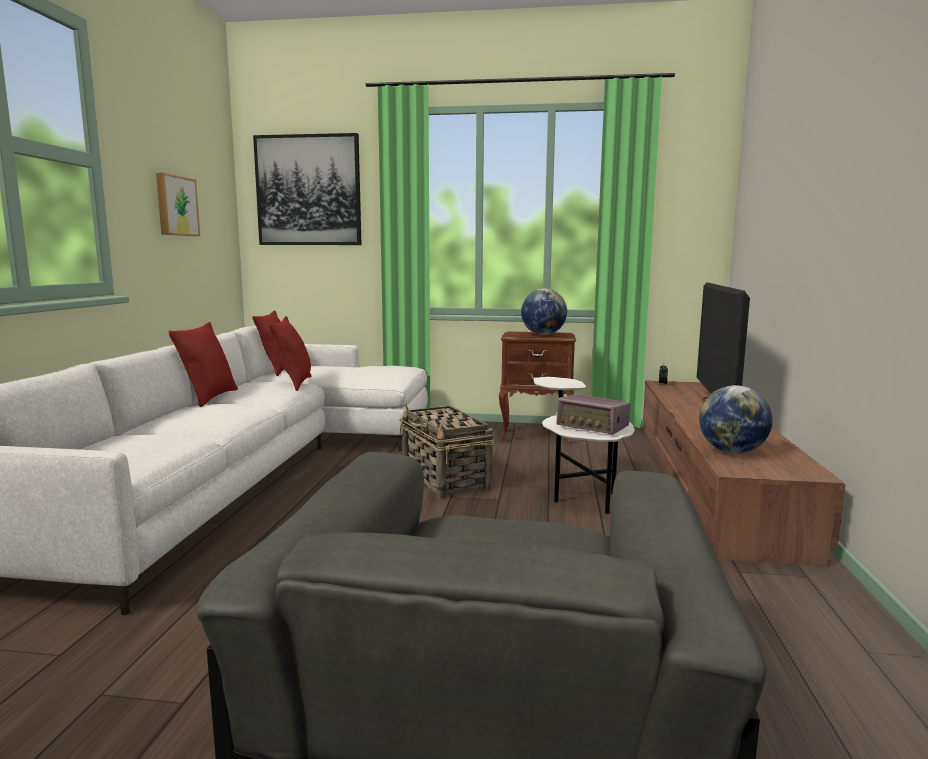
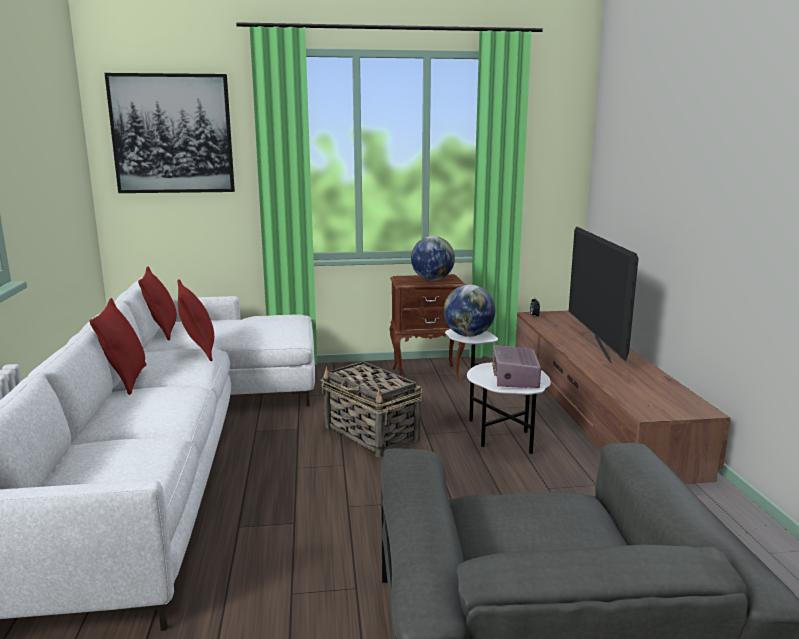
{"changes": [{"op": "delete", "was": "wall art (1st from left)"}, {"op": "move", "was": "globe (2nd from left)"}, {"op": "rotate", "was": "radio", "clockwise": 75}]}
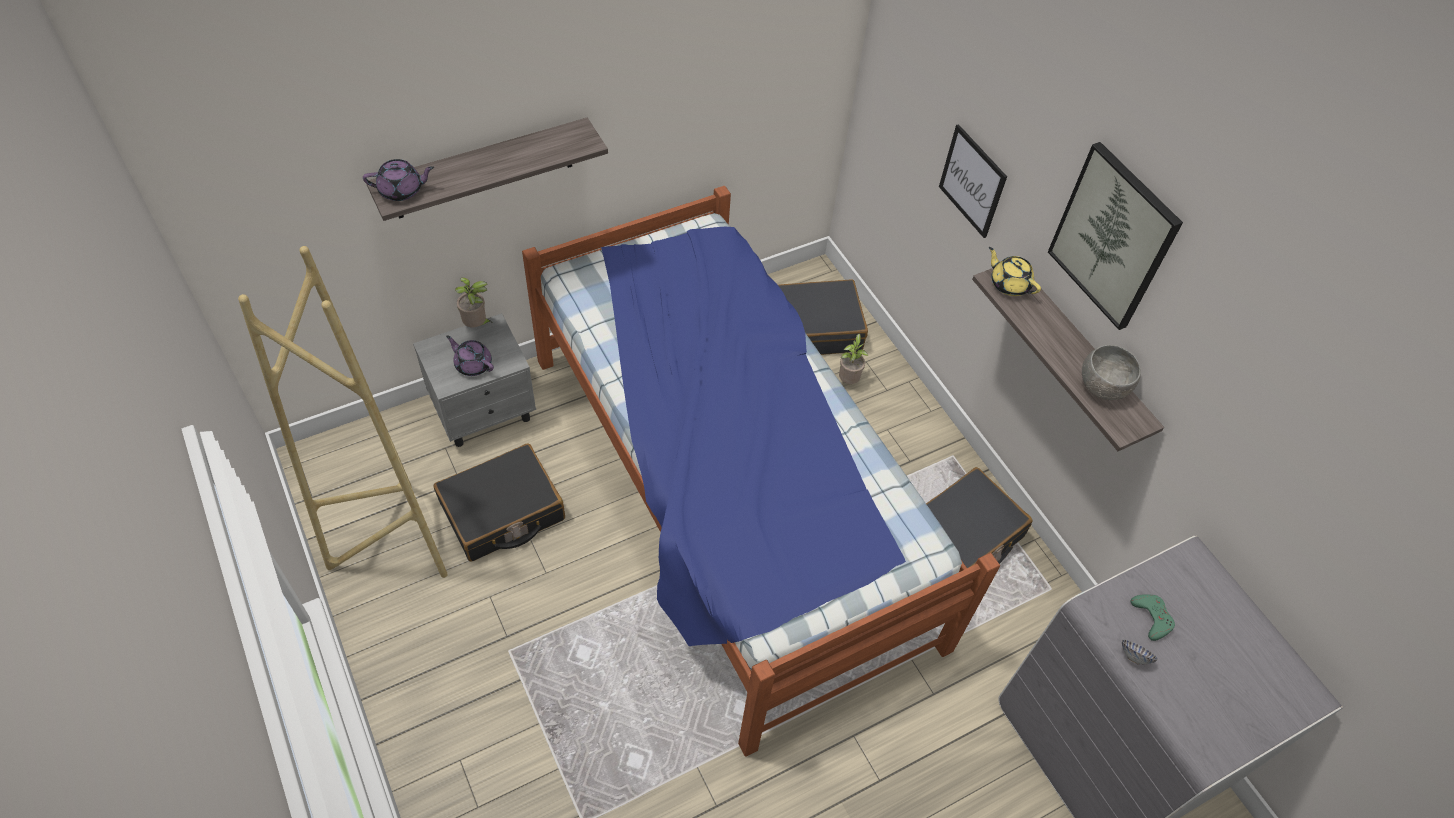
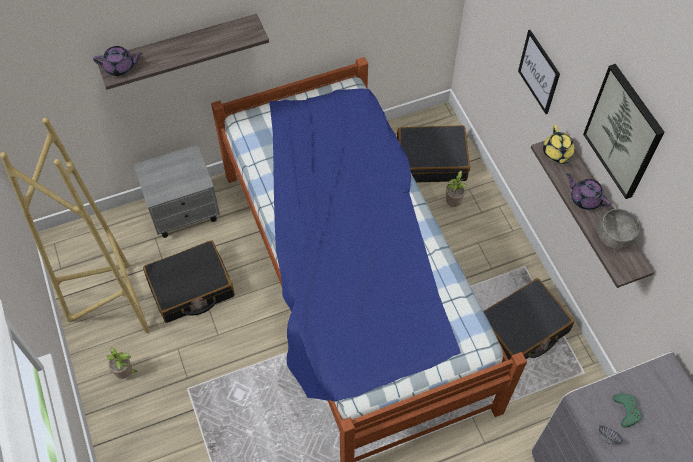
{"changes": [{"op": "rotate", "was": "yellow tea pot", "clockwise": -150}, {"op": "move", "was": "potted plant (1st from left)"}, {"op": "move", "was": "purple-coloured tea pot (2nd from left)"}]}
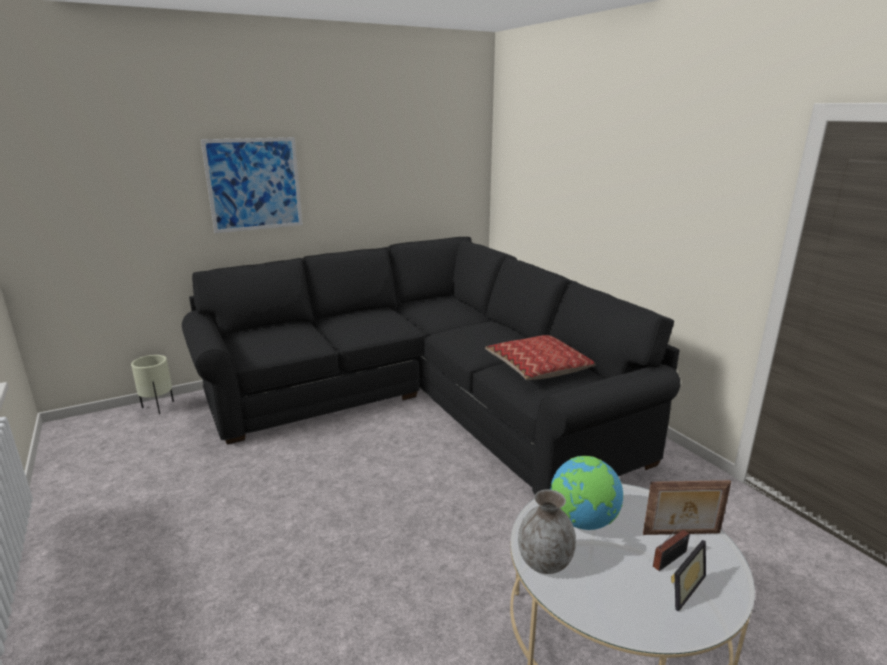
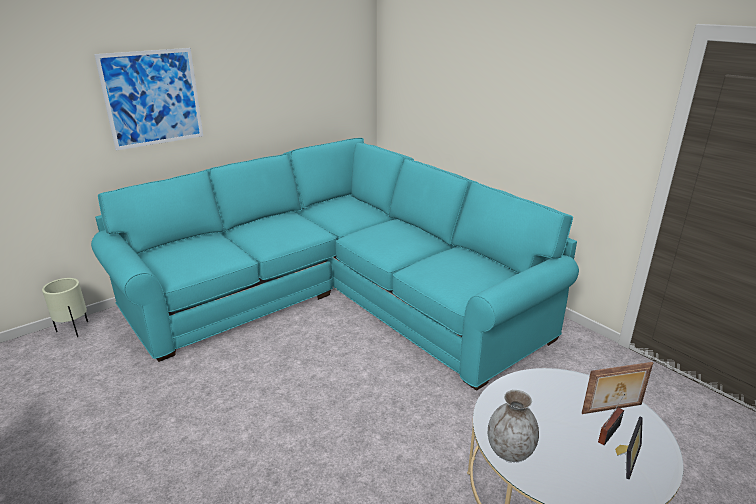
{"changes": [{"op": "recolor", "was": "black-coloured couch", "now": "turquoise-coloured couch"}, {"op": "delete", "was": "throw pillow"}, {"op": "delete", "was": "globe"}]}
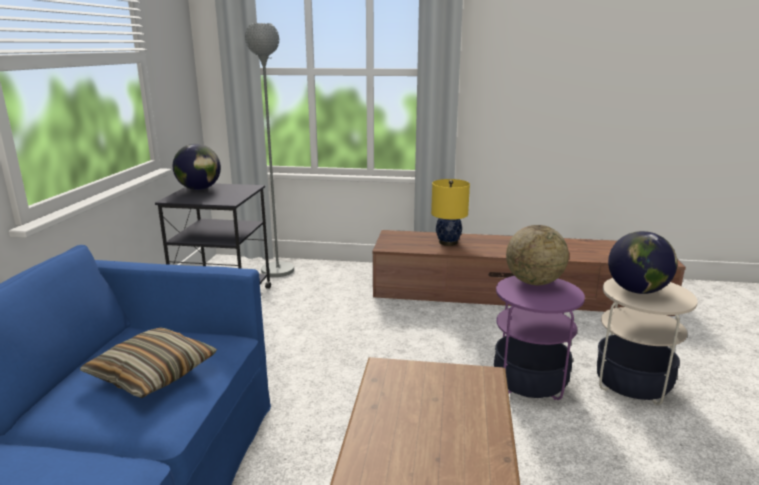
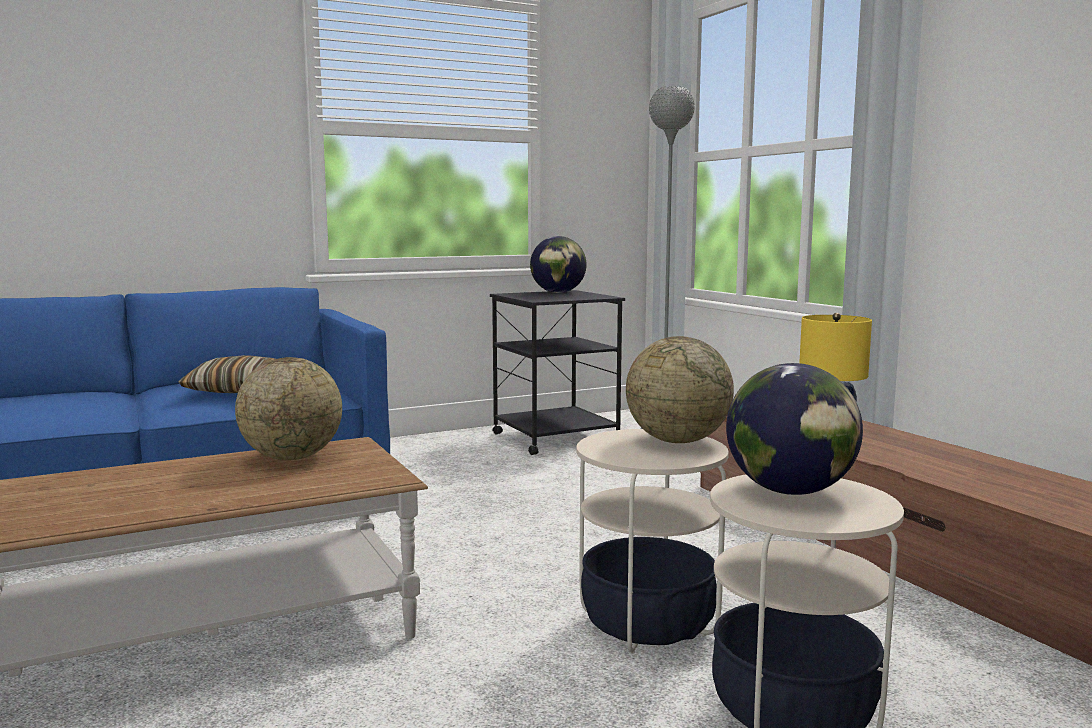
{"changes": [{"op": "recolor", "was": "purple-coloured end table", "now": "beige end table (1st from left)"}, {"op": "insert", "now": "globe (1st from left)"}]}
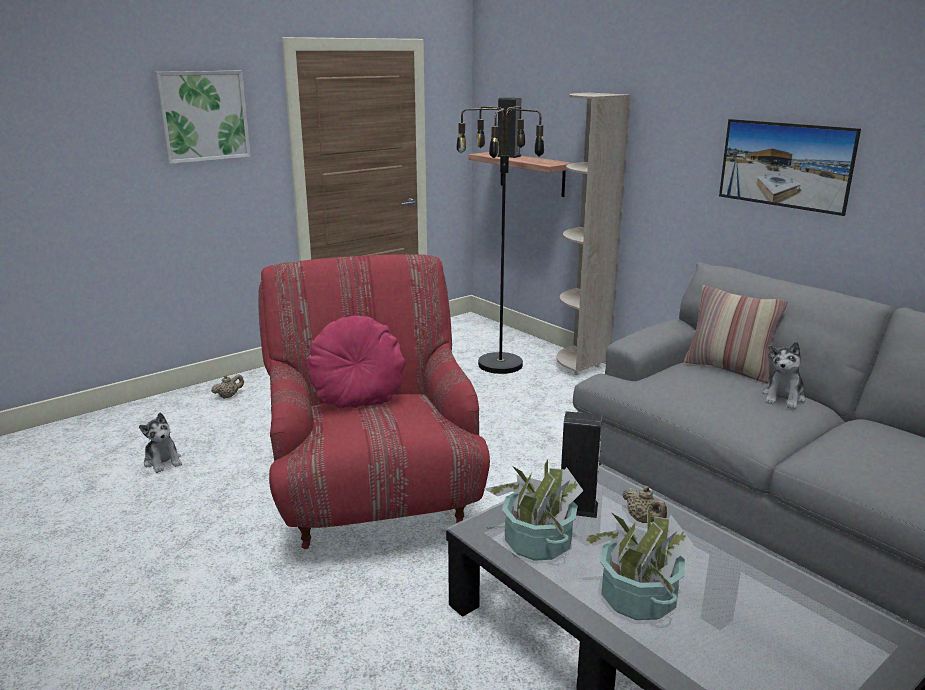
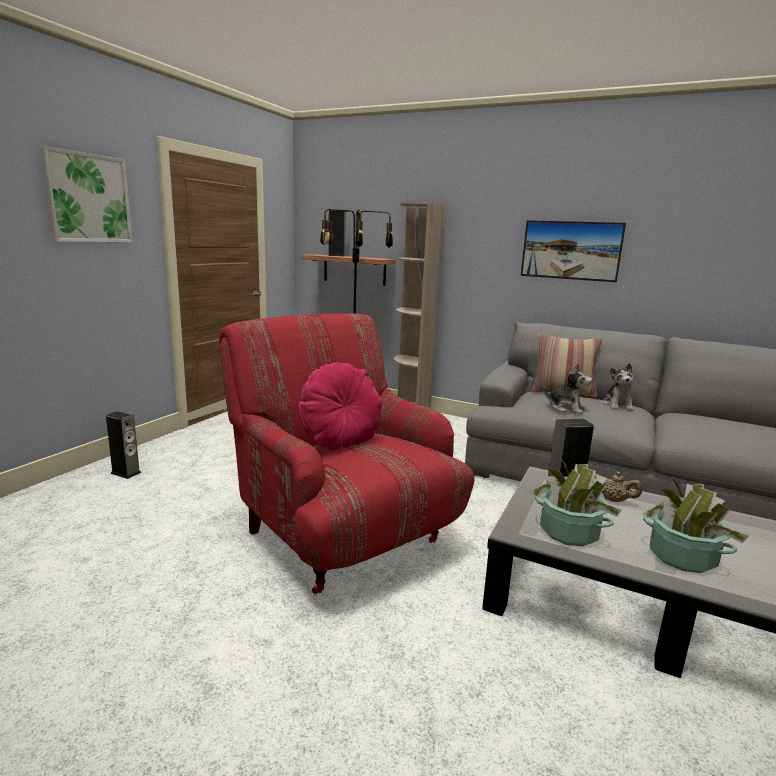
{"changes": [{"op": "replace", "was": "beige tea pot (1st from left)", "now": "loudspeaker (1st from left)"}, {"op": "move", "was": "soft toy (1st from left)"}]}
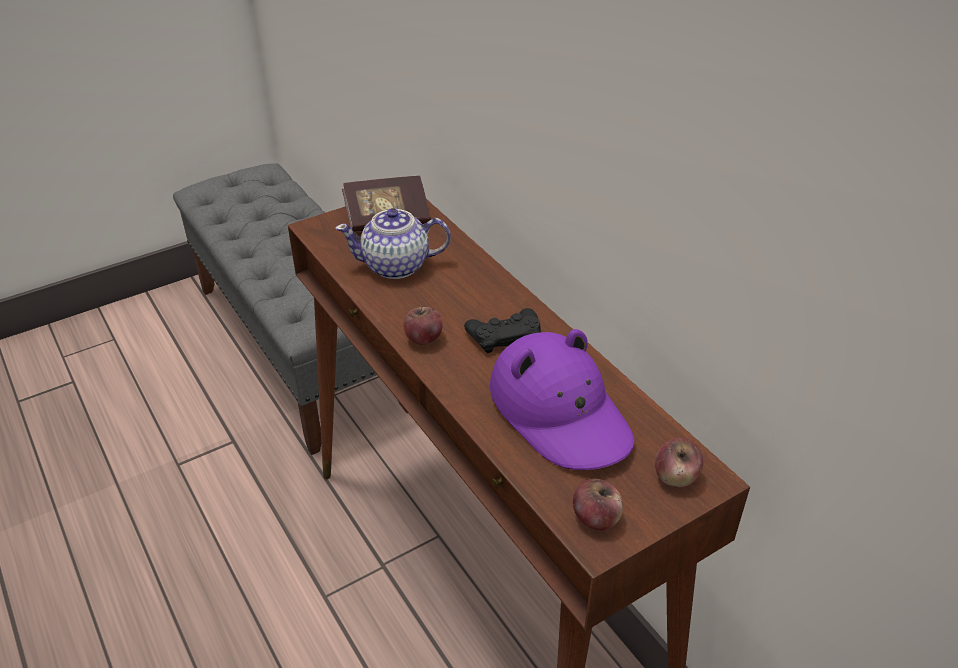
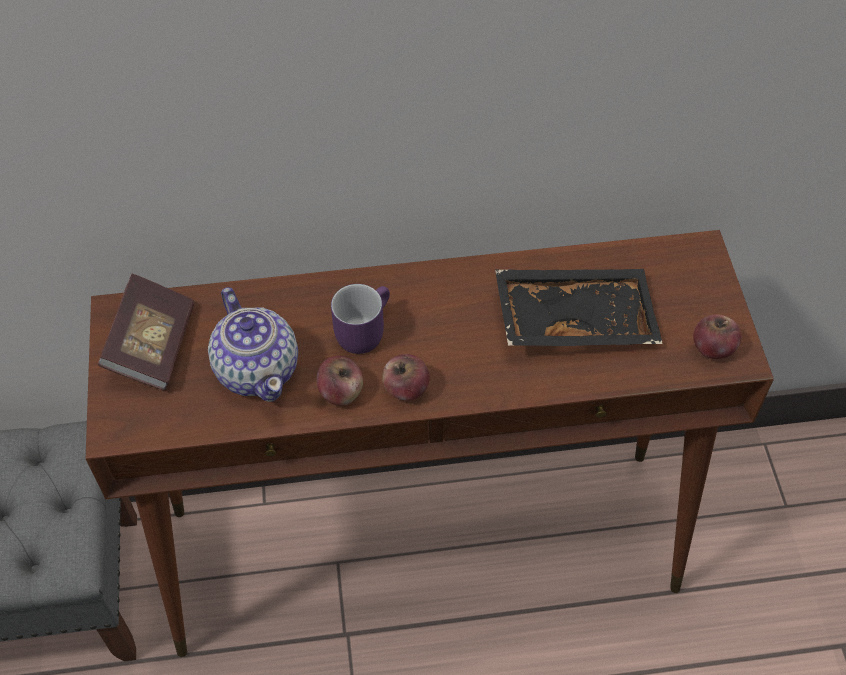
{"changes": [{"op": "rotate", "was": "tea pot", "clockwise": -45}, {"op": "delete", "was": "black-coloured joypad"}, {"op": "replace", "was": "purple-coloured clothing hat", "now": "black-coloured tray"}, {"op": "move", "was": "apple (3rd from left in the first image)", "now": "apple (1st from left)"}, {"op": "insert", "now": "purple-coloured mug"}]}
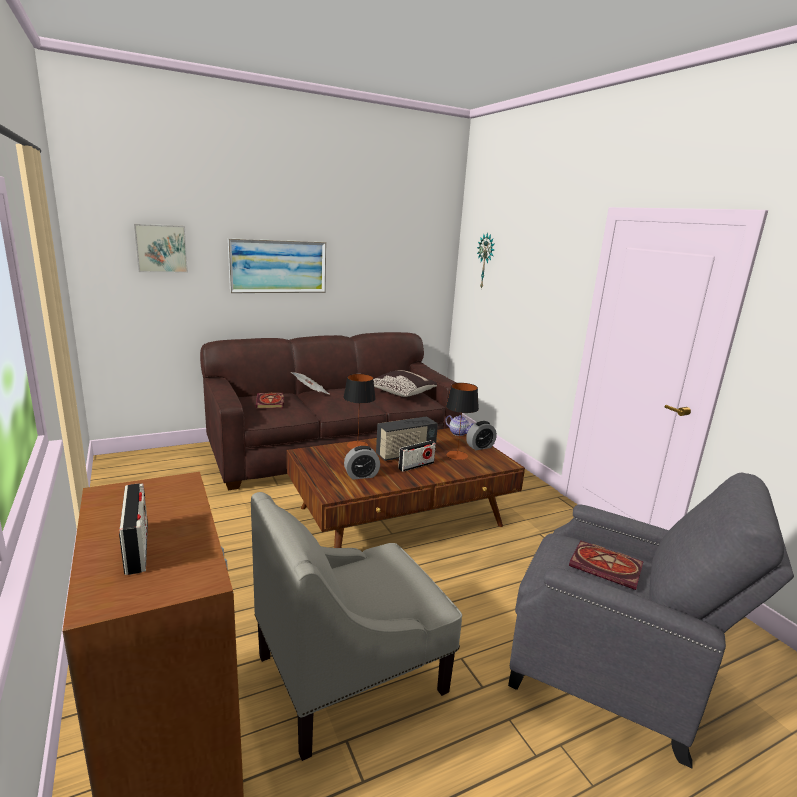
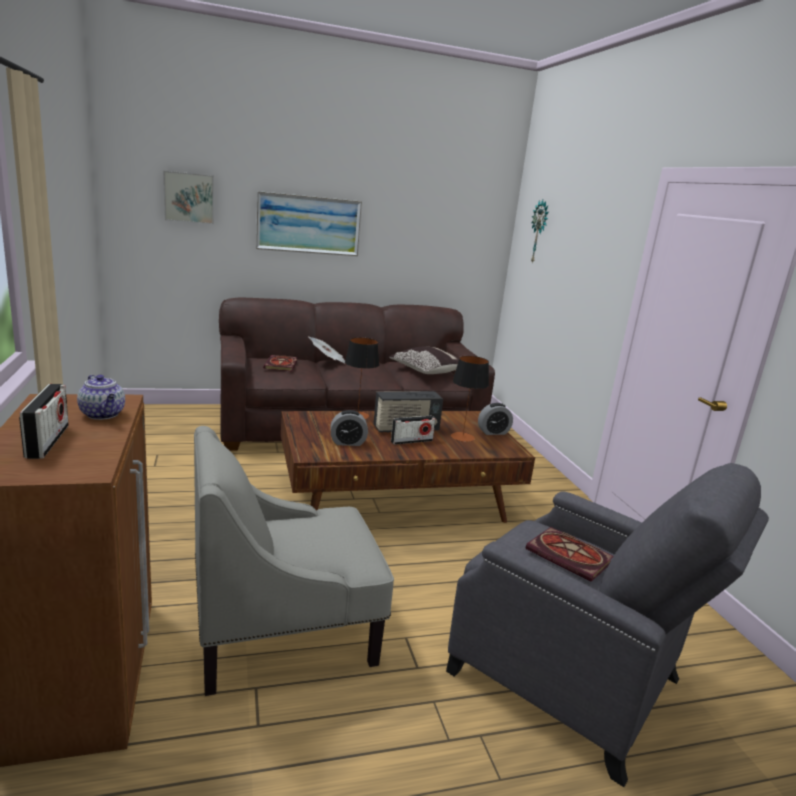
{"changes": [{"op": "move", "was": "tea pot"}]}
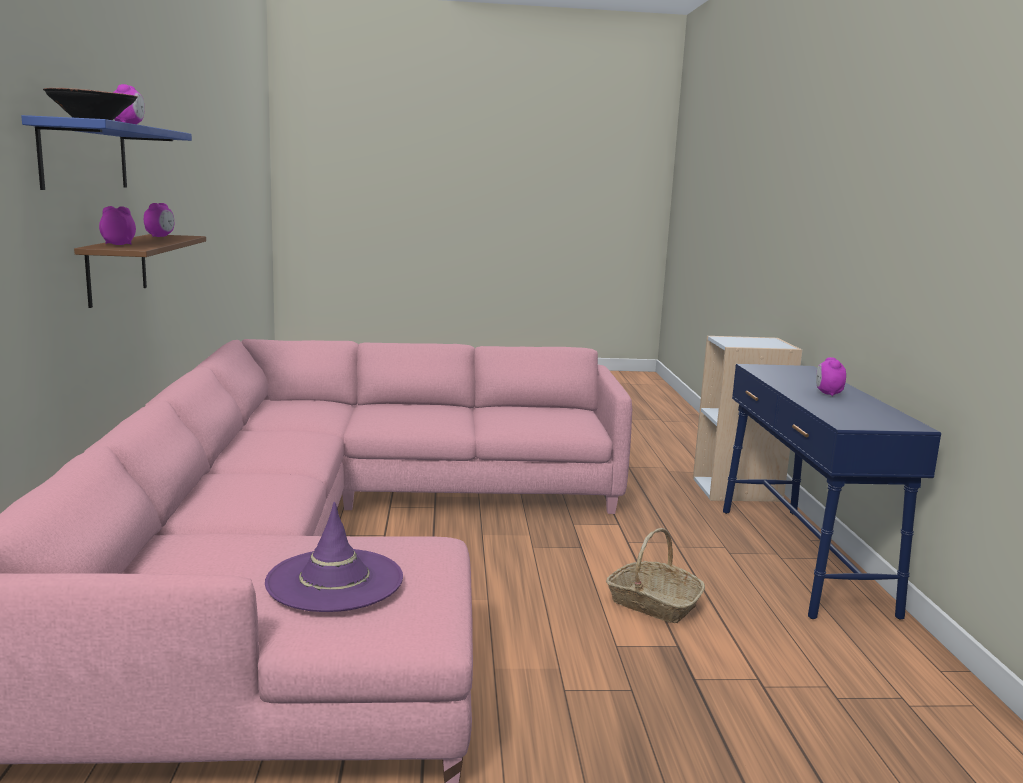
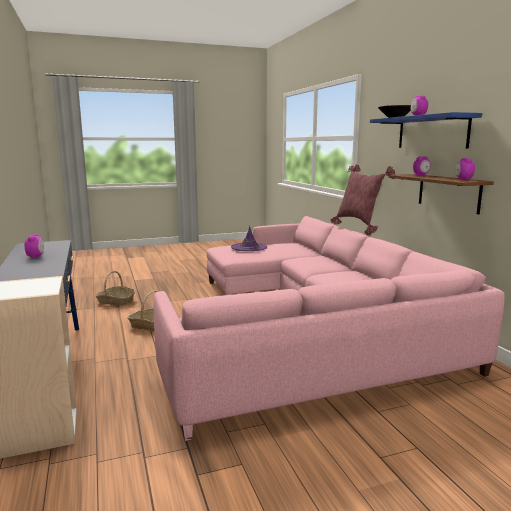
{"changes": [{"op": "insert", "now": "red throw pillow"}, {"op": "insert", "now": "household basket (1st from left)"}]}
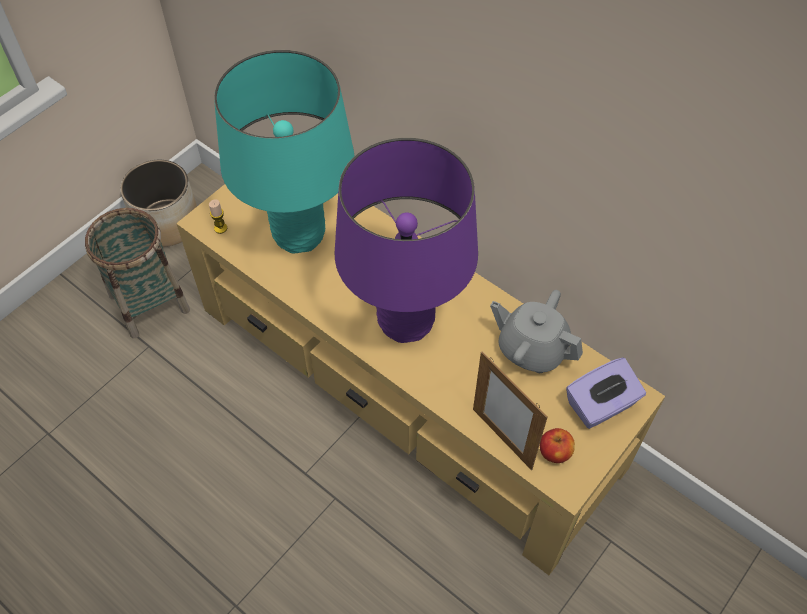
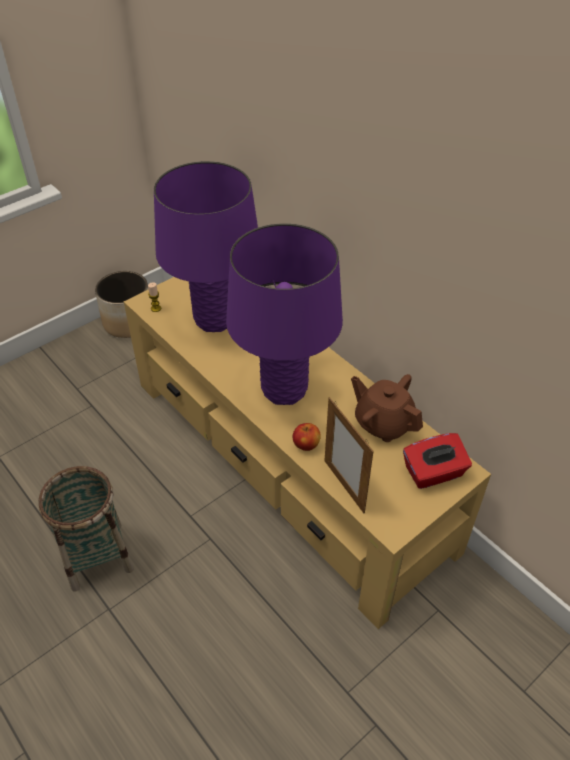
{"changes": [{"op": "recolor", "was": "turquoise-coloured table lamp", "now": "purple-coloured table lamp (1st from left)"}, {"op": "move", "was": "household basket"}, {"op": "recolor", "was": "grey tea pot", "now": "brown-coloured tea pot"}, {"op": "recolor", "was": "purple-coloured box of tissues", "now": "red box of tissues"}, {"op": "move", "was": "apple"}]}
